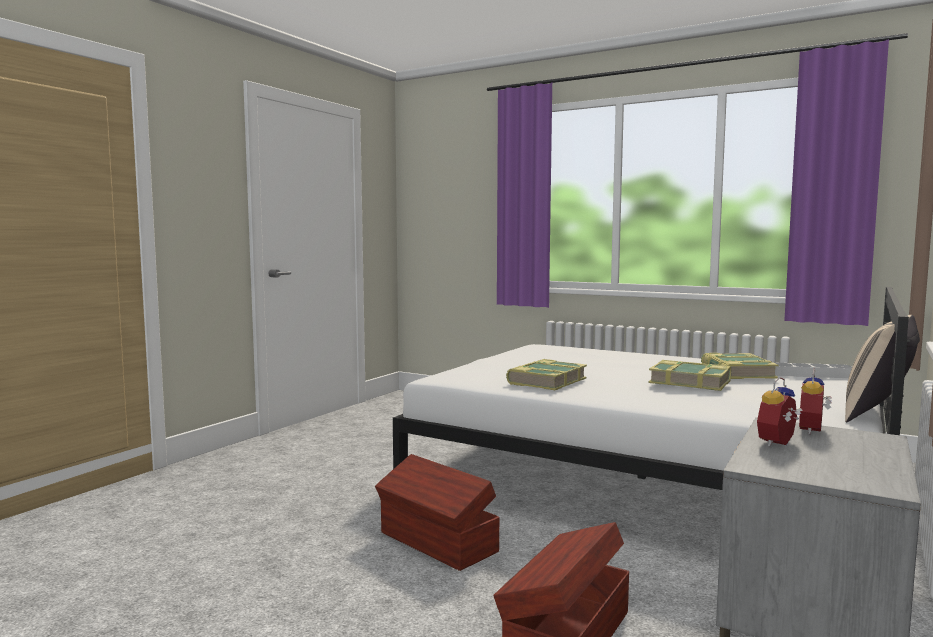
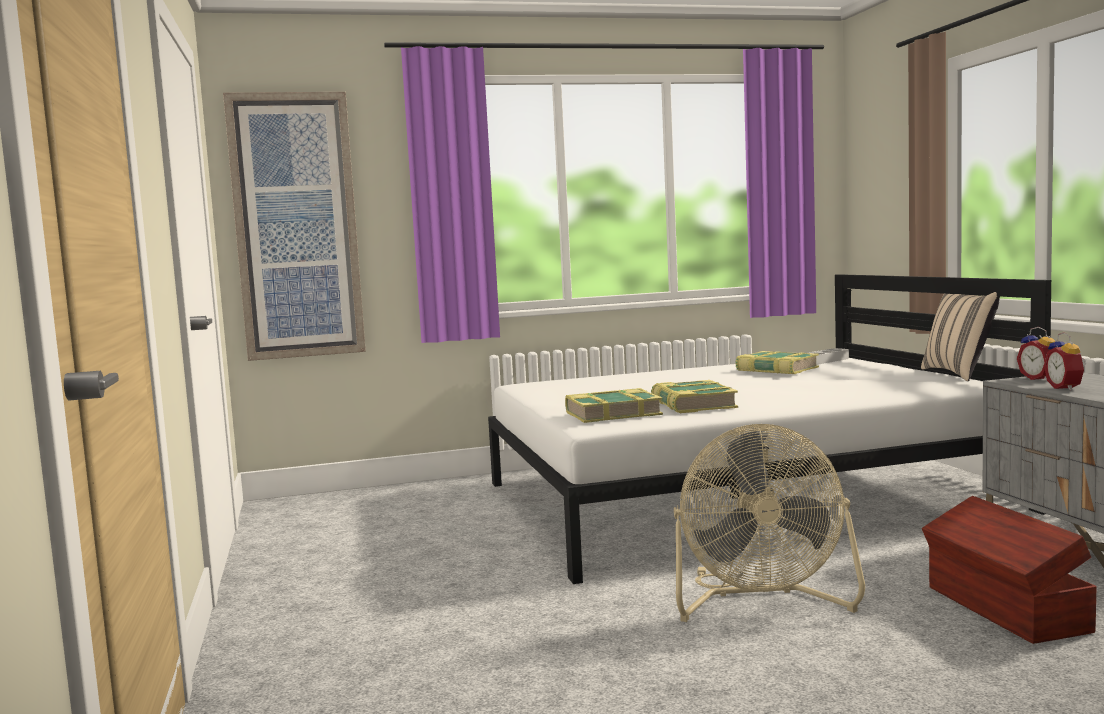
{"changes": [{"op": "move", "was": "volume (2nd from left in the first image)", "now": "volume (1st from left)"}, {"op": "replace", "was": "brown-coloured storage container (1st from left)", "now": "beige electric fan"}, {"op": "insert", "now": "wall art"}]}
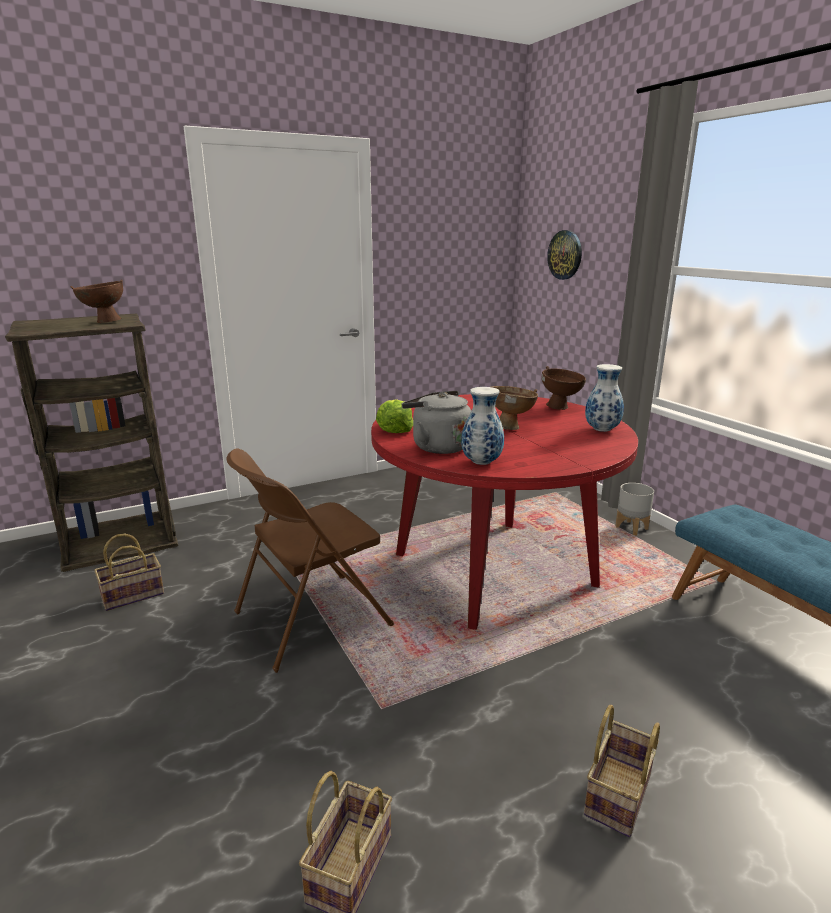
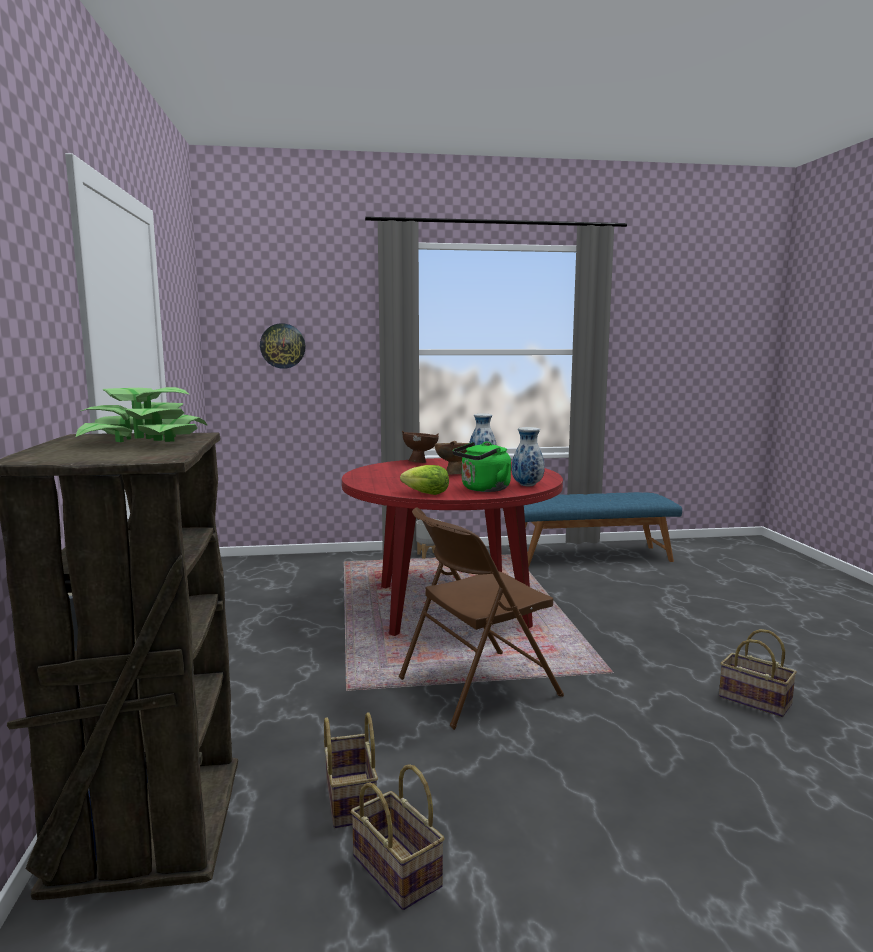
{"changes": [{"op": "replace", "was": "brown-coloured deep dish (1st from left)", "now": "potted plant"}, {"op": "recolor", "was": "grey kettle", "now": "green-coloured kettle"}, {"op": "rotate", "was": "brown-coloured upright chair", "clockwise": 75}, {"op": "move", "was": "household basket (3rd from left in the first image)", "now": "household basket (2nd from left)"}]}
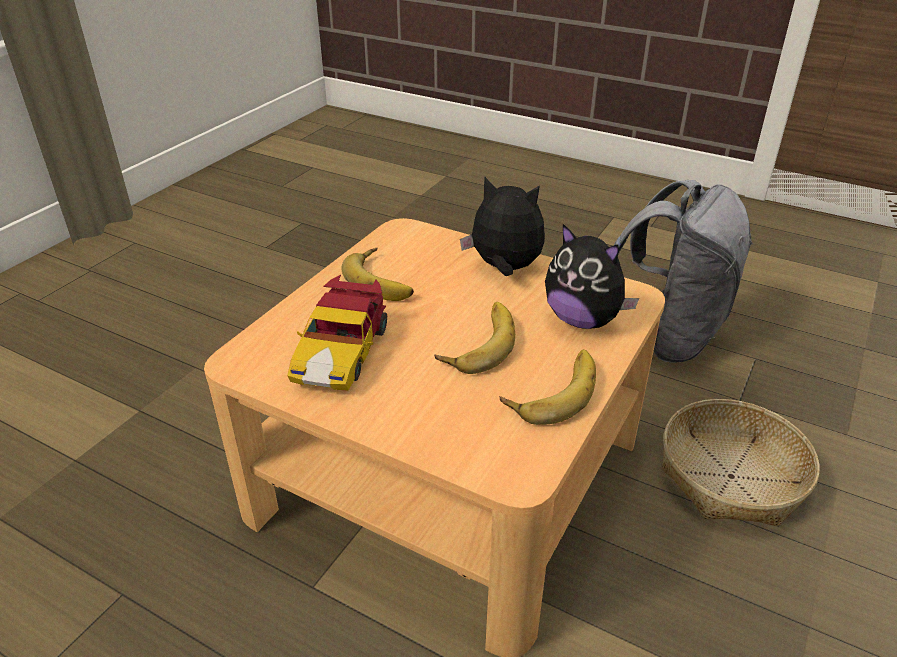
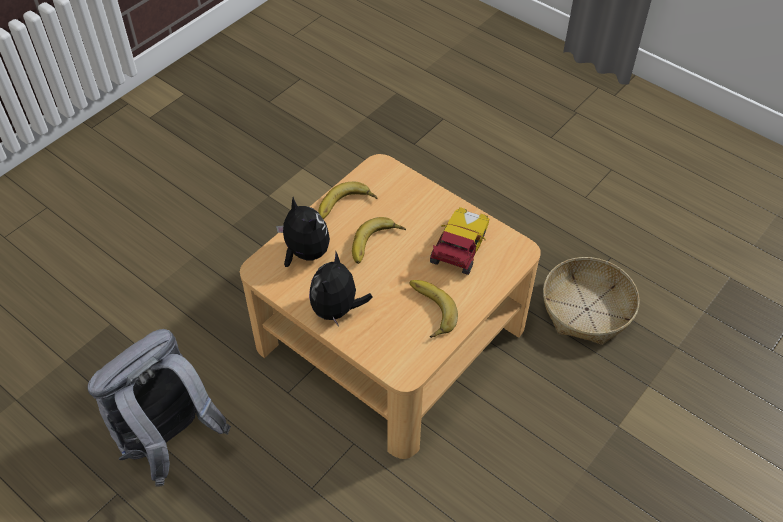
{"changes": [{"op": "rotate", "was": "soft toy (1st from left in the first image)", "clockwise": 75}, {"op": "move", "was": "household basket"}]}
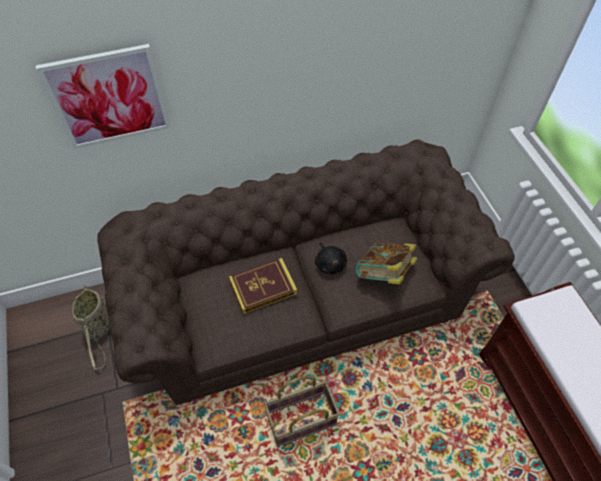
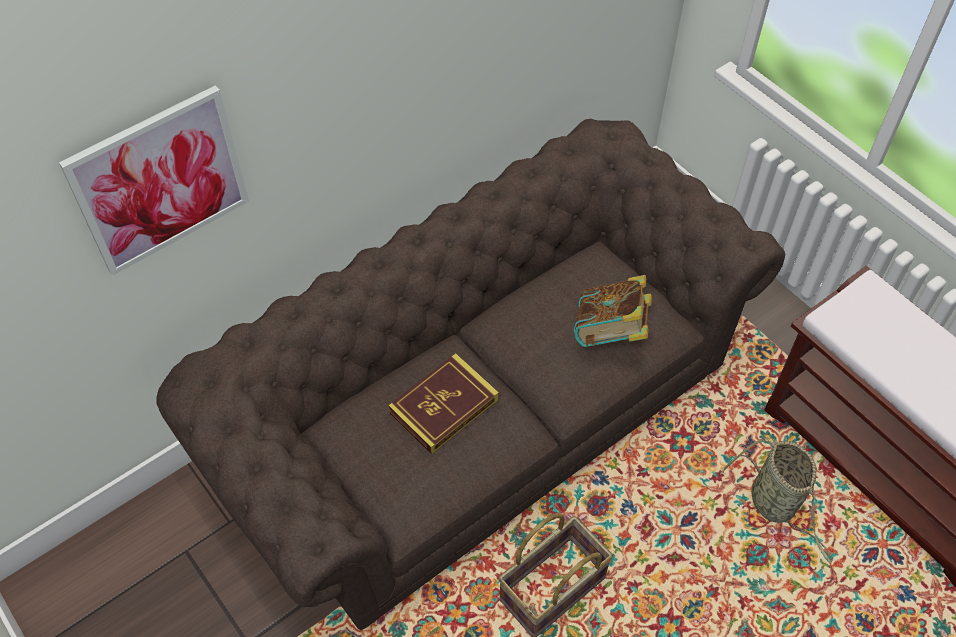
{"changes": [{"op": "delete", "was": "black-coloured soft toy"}, {"op": "move", "was": "household basket (1st from left in the first image)", "now": "household basket (2nd from left)"}]}
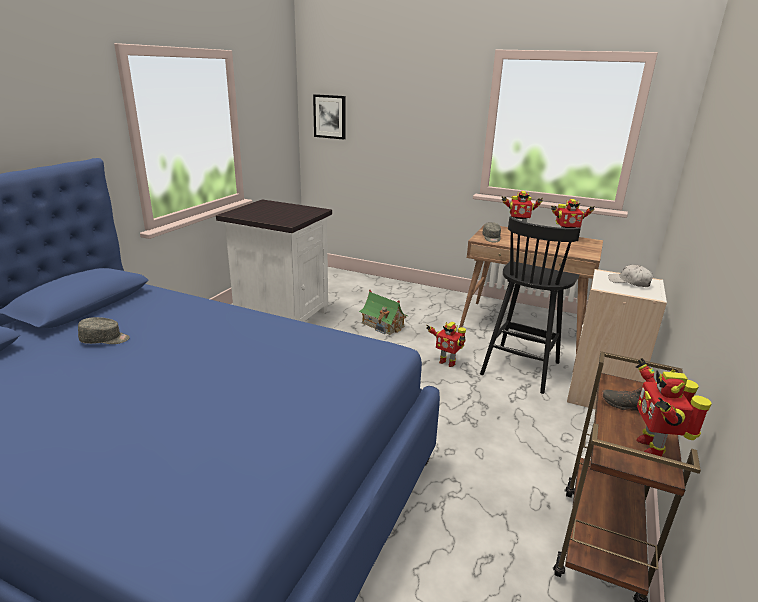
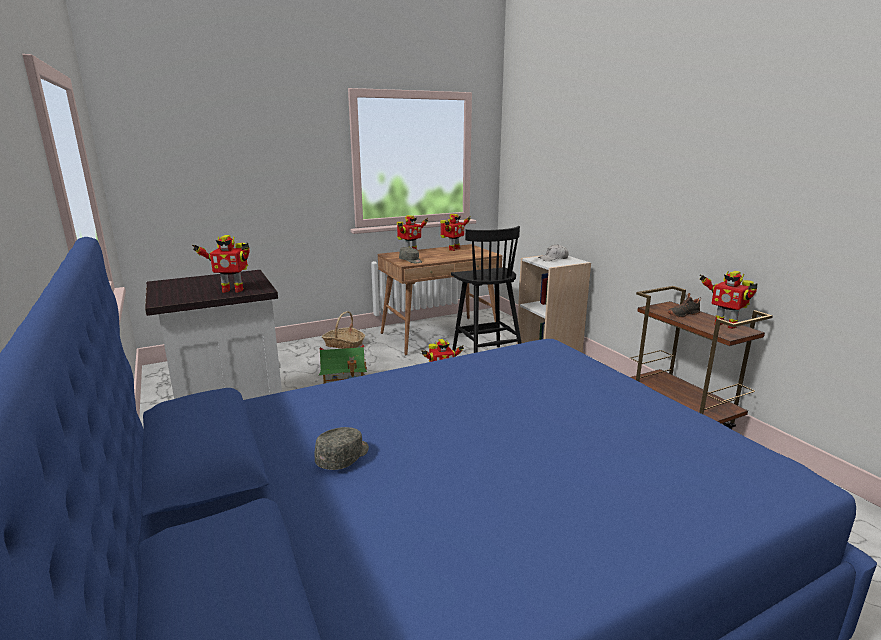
{"changes": [{"op": "delete", "was": "wall art"}, {"op": "insert", "now": "robot figure (1st from left)"}, {"op": "insert", "now": "household basket"}]}
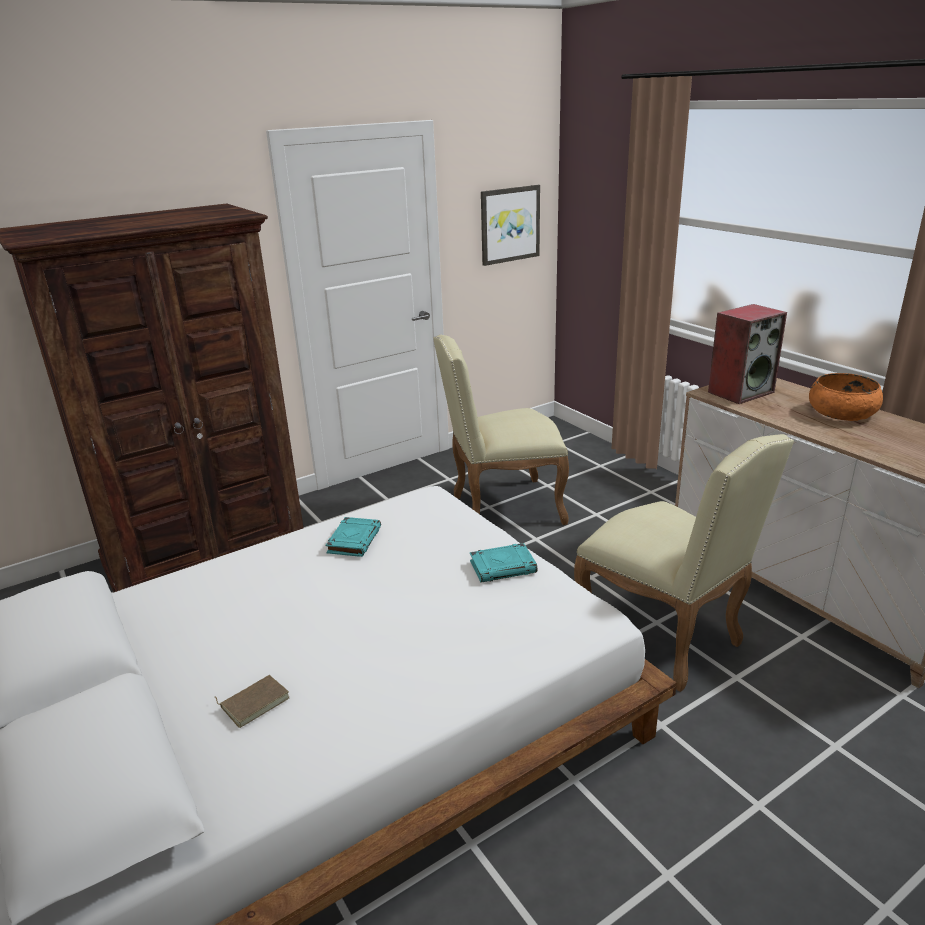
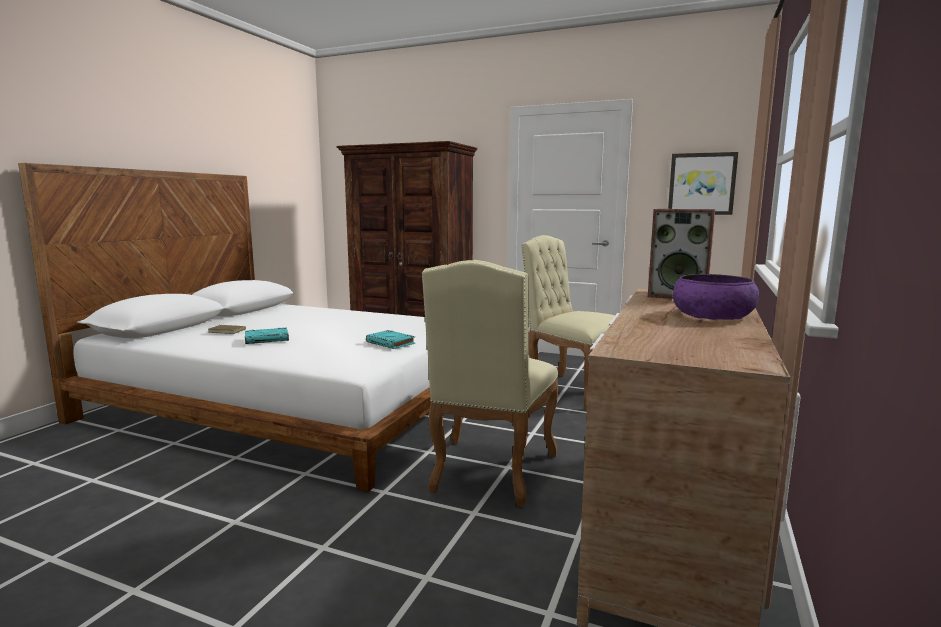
{"changes": [{"op": "recolor", "was": "orangey deep dish", "now": "purple-coloured deep dish"}, {"op": "move", "was": "turquoise-coloured volume (1st from left)"}]}
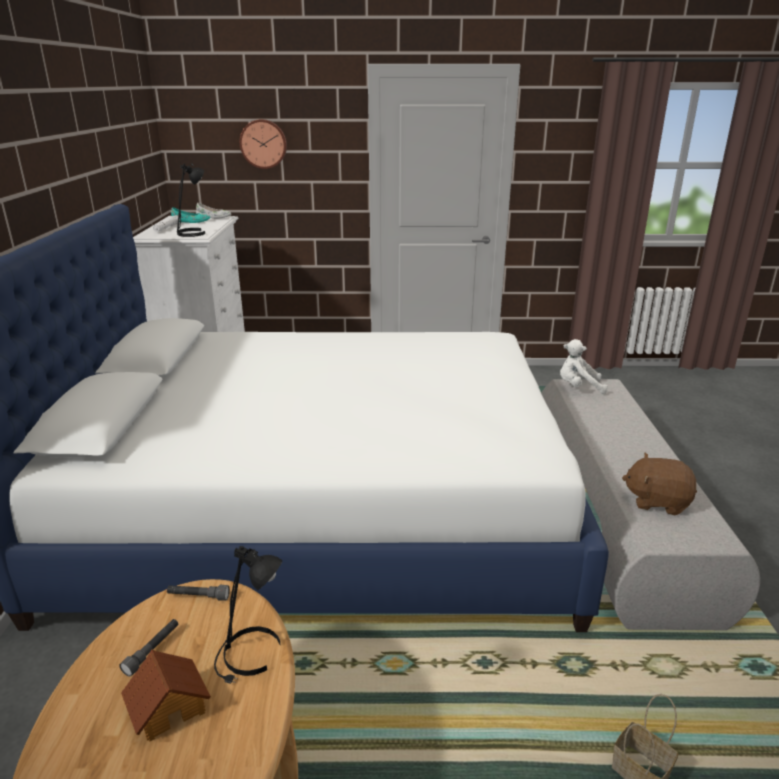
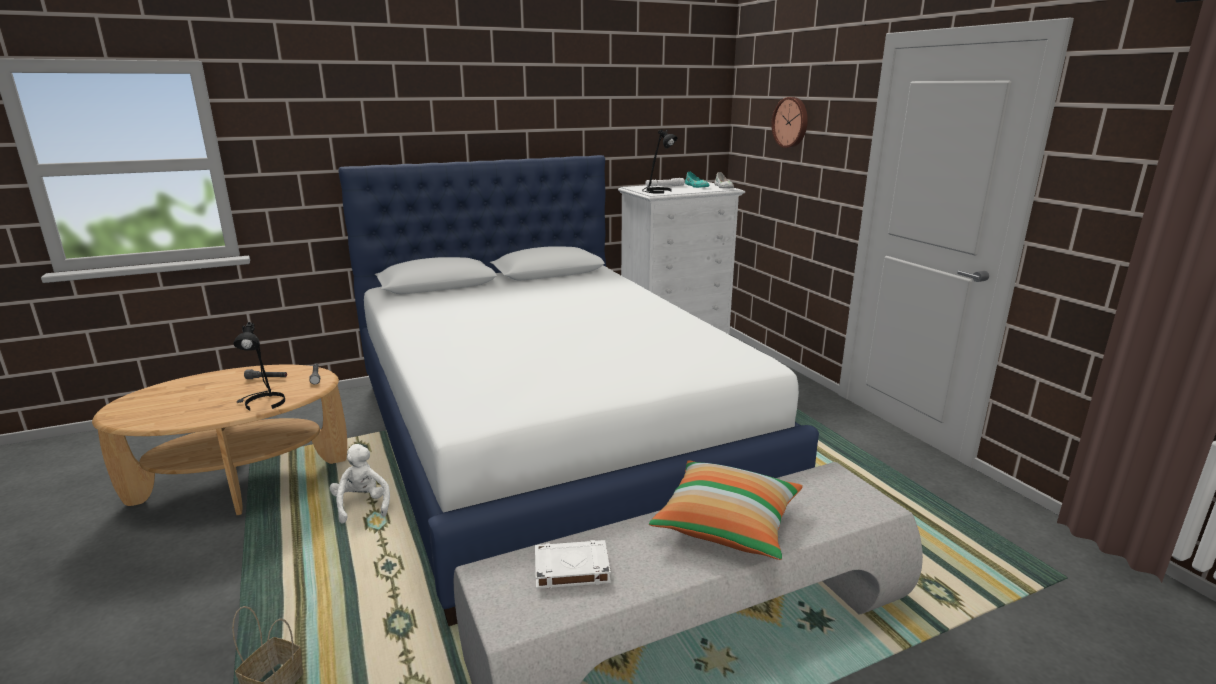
{"changes": [{"op": "move", "was": "white soft toy"}, {"op": "replace", "was": "brown-coloured soft toy", "now": "white volume"}, {"op": "delete", "was": "miniature house"}, {"op": "insert", "now": "throw pillow"}]}
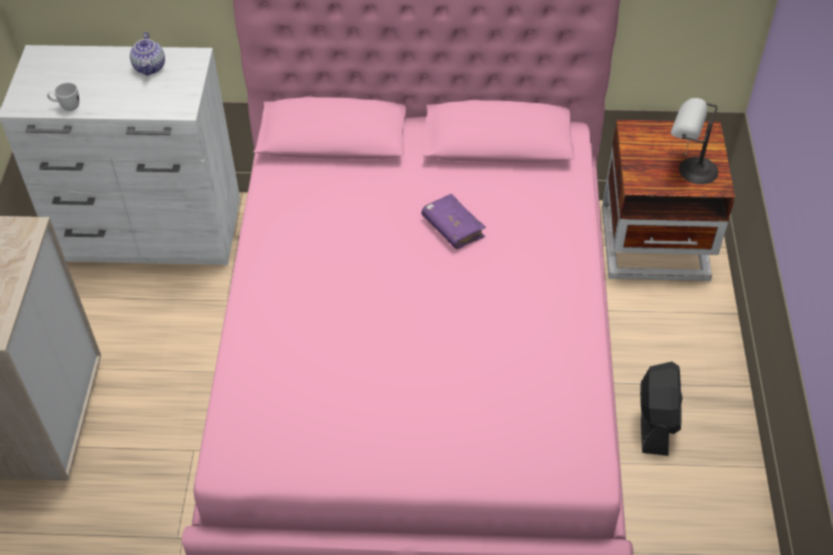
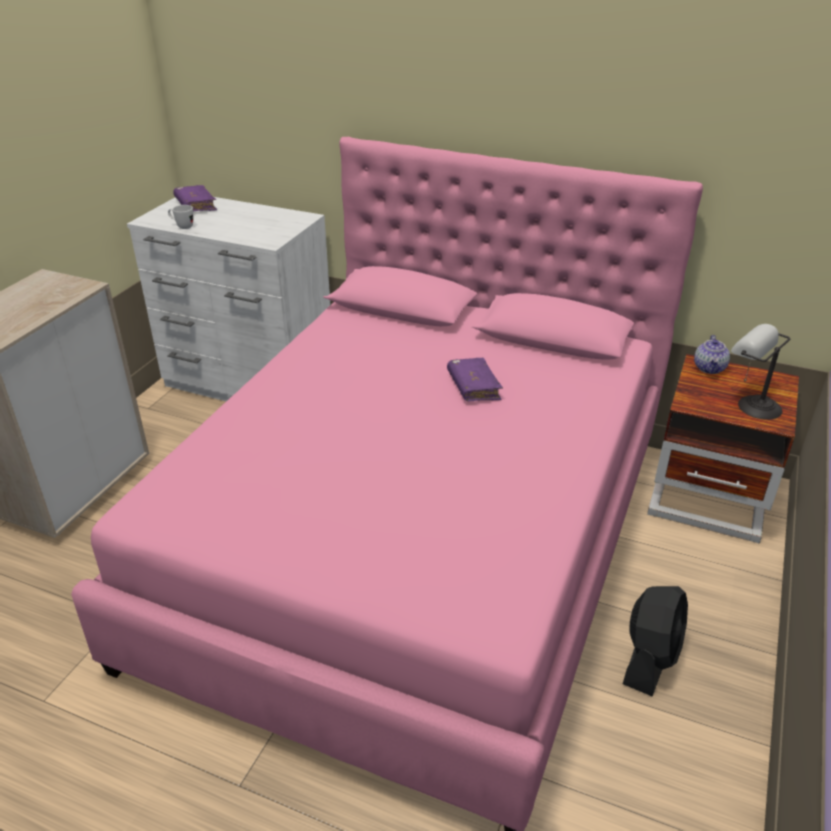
{"changes": [{"op": "move", "was": "tea pot"}, {"op": "insert", "now": "purple-coloured volume (1st from left)"}]}
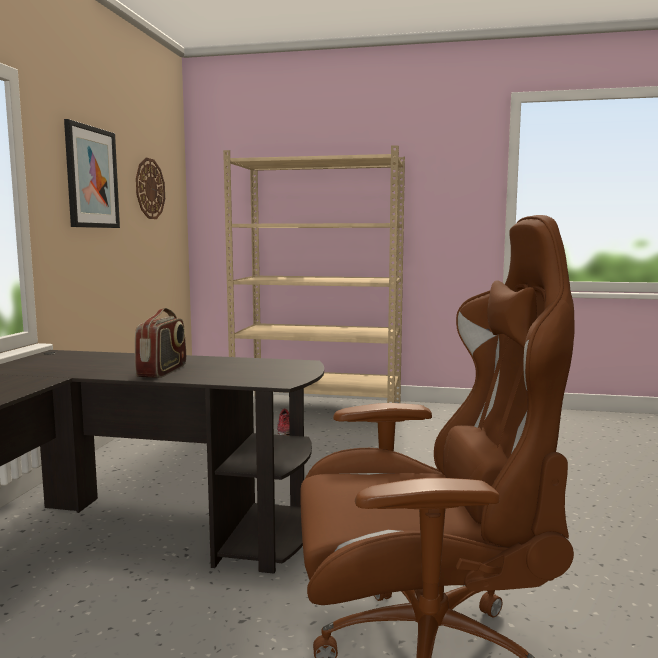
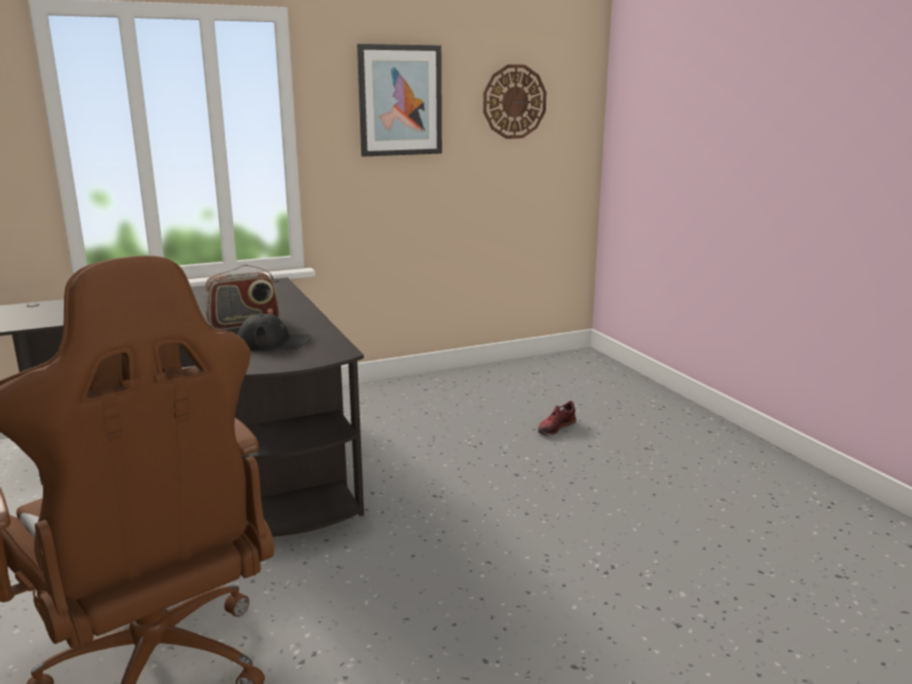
{"changes": [{"op": "delete", "was": "beige shelving unit"}, {"op": "insert", "now": "black-coloured peaked cap"}]}
